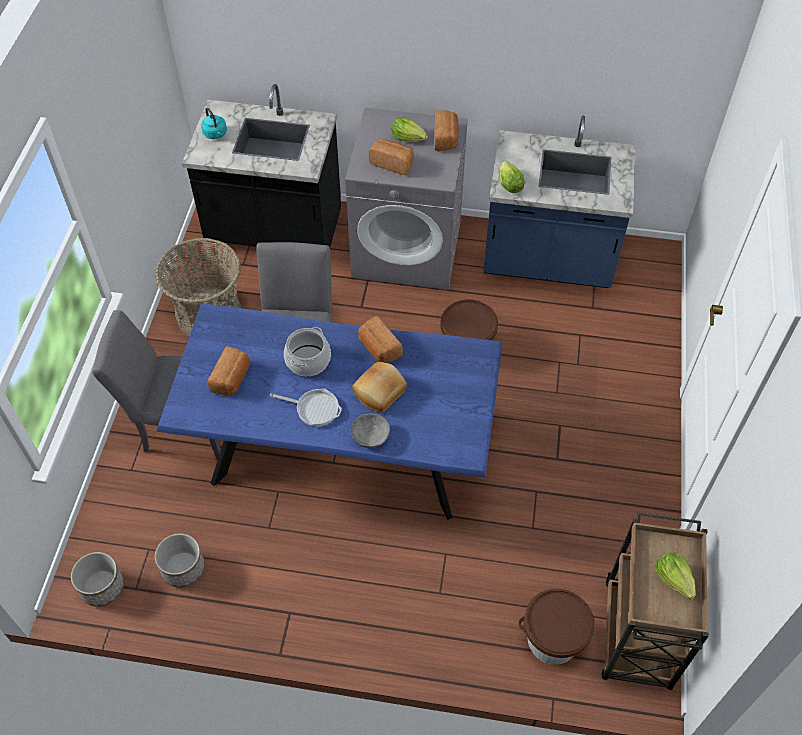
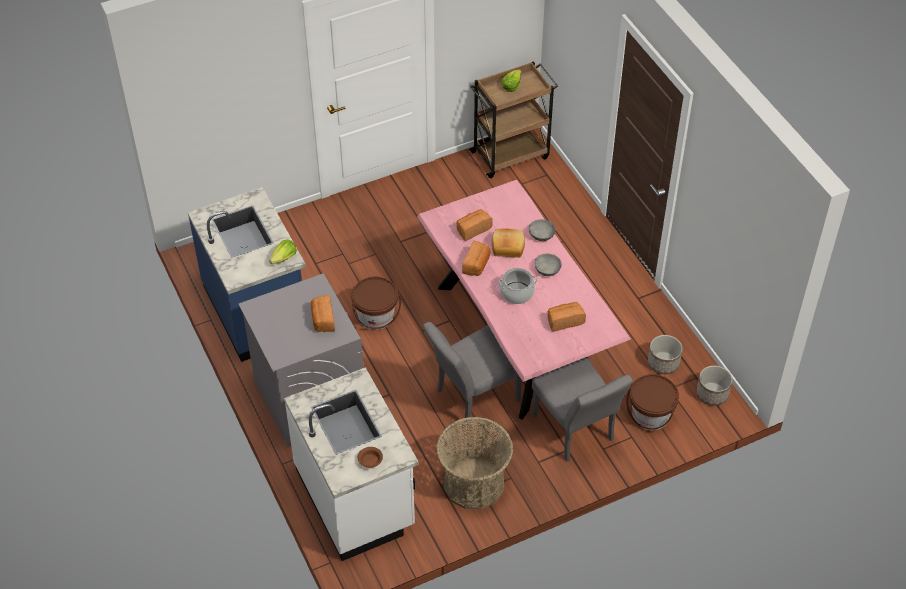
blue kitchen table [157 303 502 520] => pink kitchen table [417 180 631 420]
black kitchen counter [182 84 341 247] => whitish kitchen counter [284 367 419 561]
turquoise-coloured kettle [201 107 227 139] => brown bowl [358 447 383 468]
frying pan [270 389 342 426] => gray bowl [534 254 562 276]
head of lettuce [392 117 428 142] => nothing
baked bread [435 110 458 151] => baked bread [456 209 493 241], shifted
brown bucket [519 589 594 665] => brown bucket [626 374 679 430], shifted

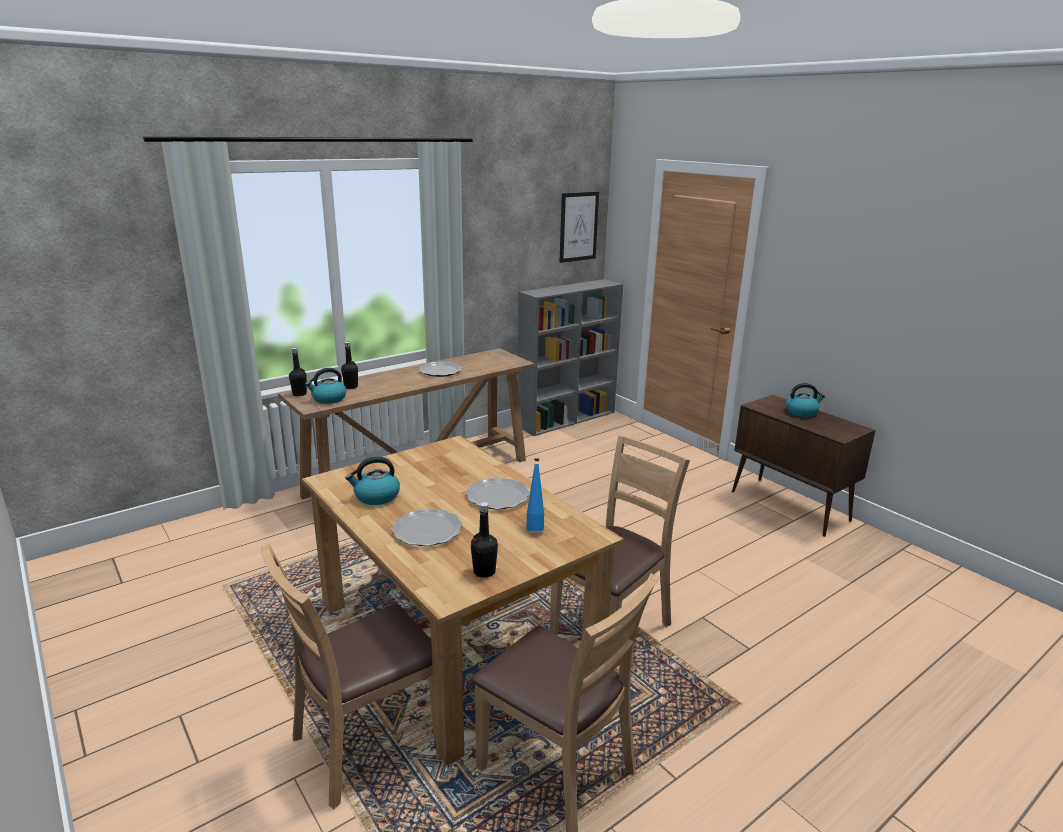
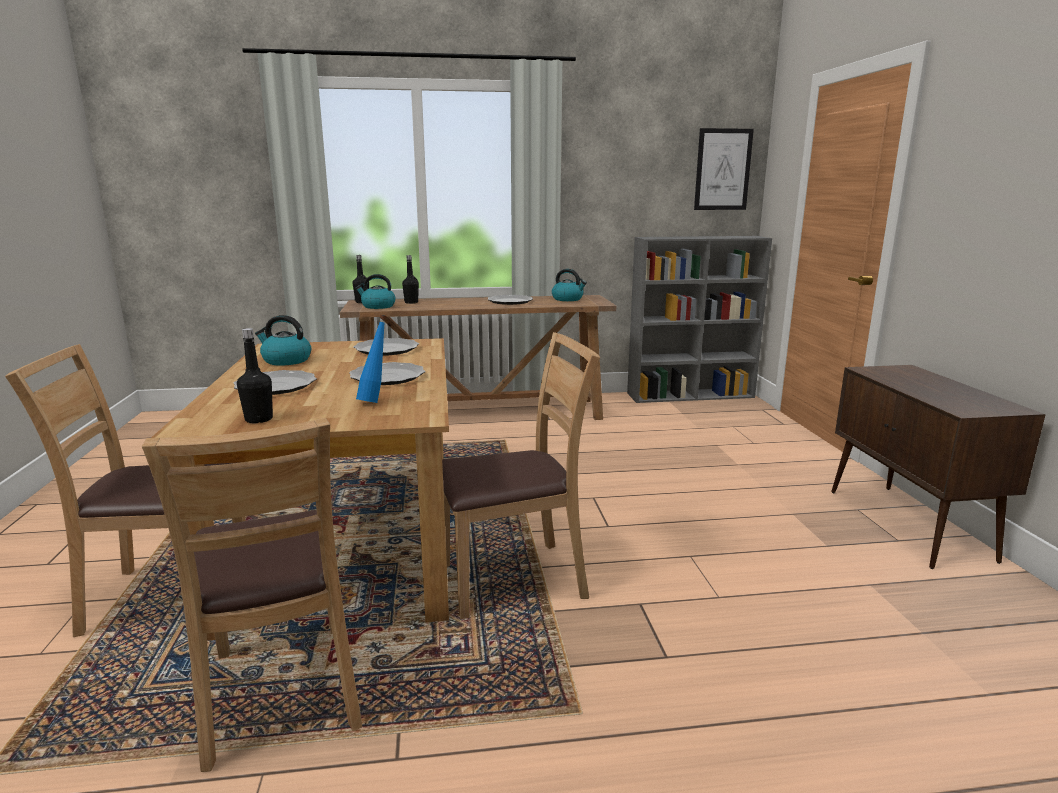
kettle [785 383 825 417] => kettle [552 269 587 301], shifted
nothing => plate [353 338 419 356]

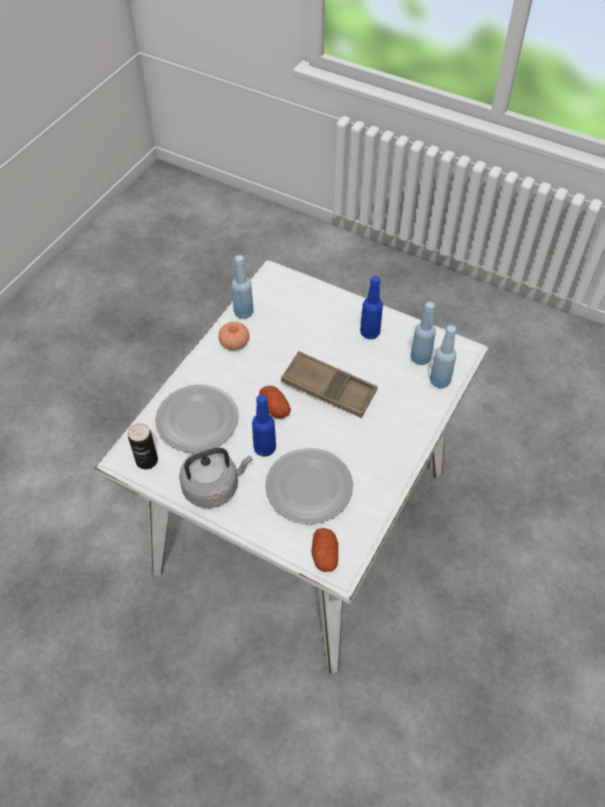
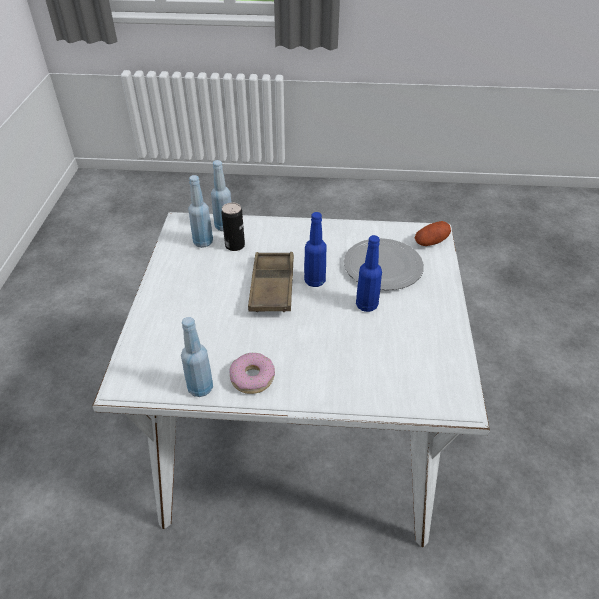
sealed can [128 423 158 469] => sealed can [221 202 245 251], shifted
plate [155 384 239 452] => nothing
gray kettle [179 448 253 508] => nothing
fresh tomato [218 322 249 350] => doughnut [229 352 275 394]
whole potato [259 386 291 419] => nothing
blue bottle [360 276 383 339] => blue bottle [304 212 327 287], shifted

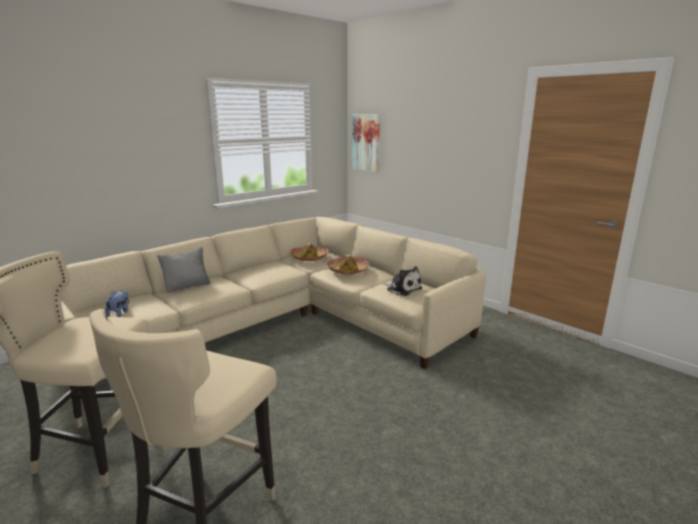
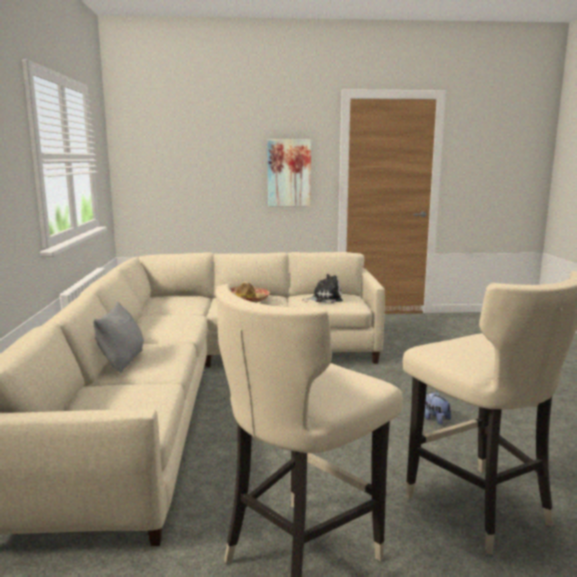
plush toy [105 290 129 317] => plush toy [424 391 451 425], shifted
clothing hat [290 243 329 261] => nothing
wall picture [352 114 380 172] => wall picture [267 139 311 206], shifted

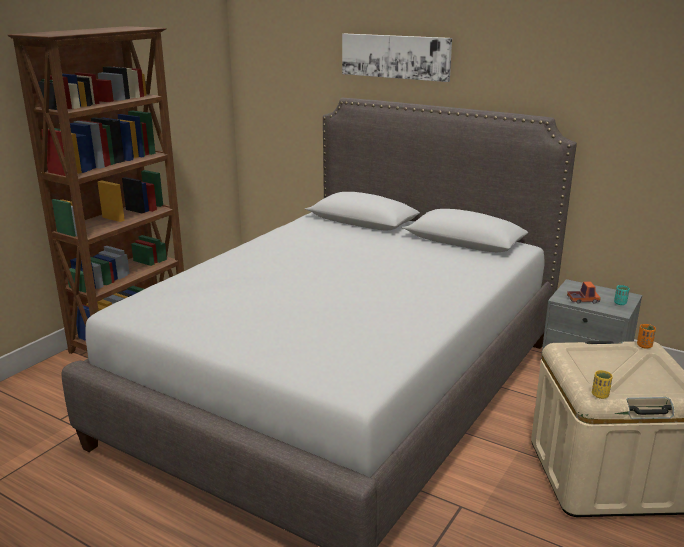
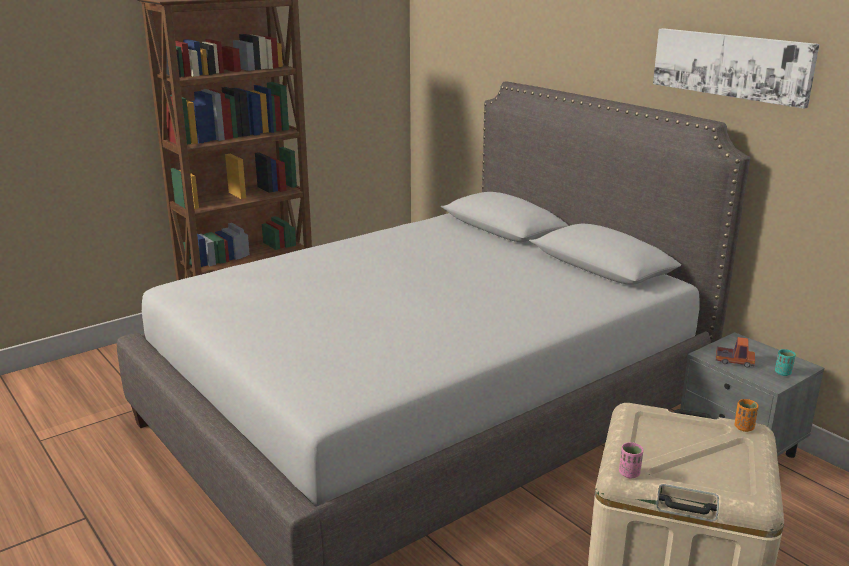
wall picture [342 34 452 82] => wall picture [653 28 819 109], shifted
yellow-coloured drinking cup [592 370 613 399] => pink drinking cup [619 442 643 478]

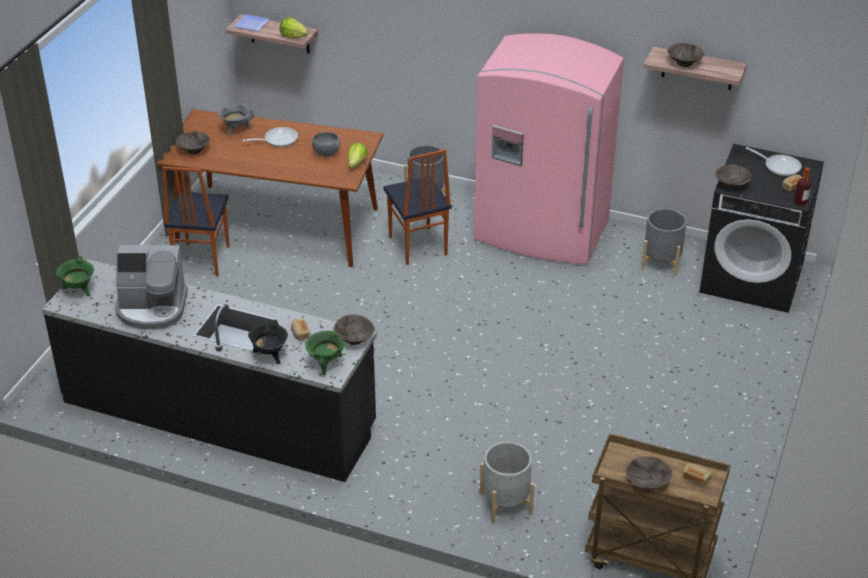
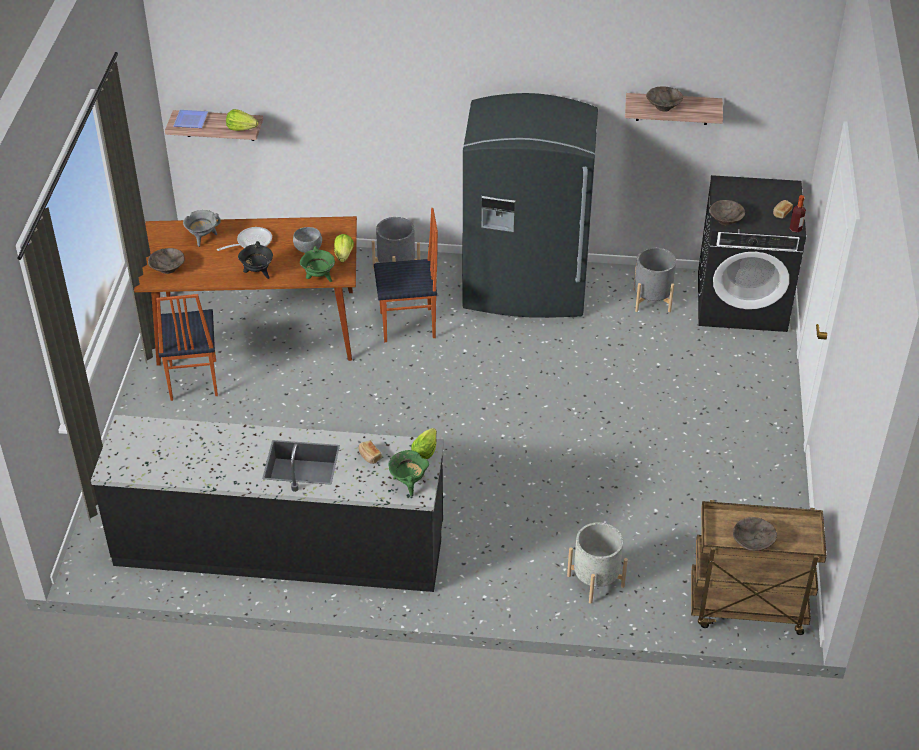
green-coloured saucepot [56 256 94 296] => green-coloured saucepot [300 246 335 282], shifted
coffee brewer [115 245 188 330] => nothing
black saucepot [248 319 288 364] => black saucepot [238 241 273 279], shifted
brown bowl [333 314 375 345] => head of lettuce [411 428 437 459]
upright chair [383 149 452 265] => upright chair [374 208 438 342], 60 degrees counterclockwise
pink refrigerator [474 33 624 265] => gray refrigerator [462 93 598 318]
baked bread [683 463 712 486] => nothing
frying pan [746 147 801 176] => nothing

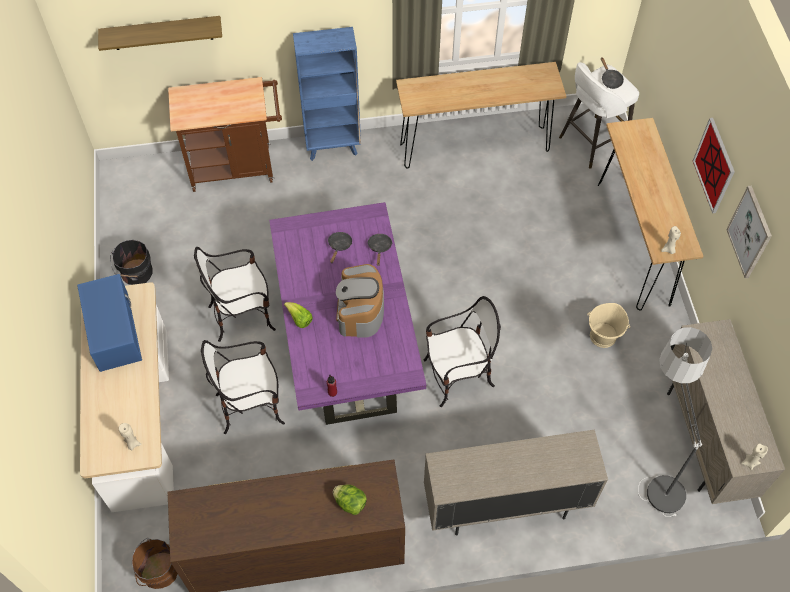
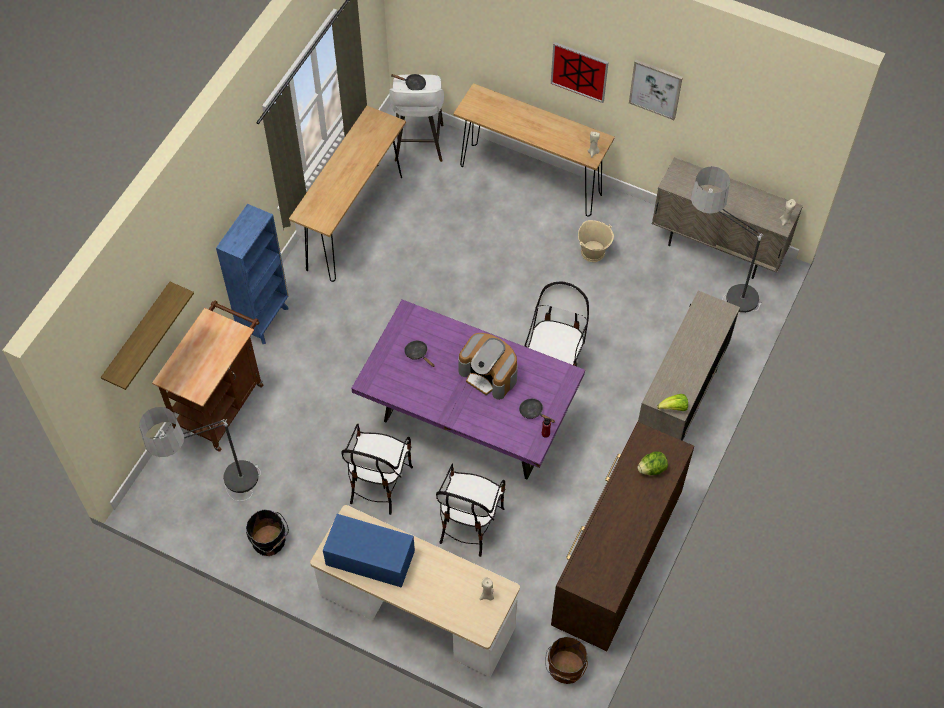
head of lettuce [284 302 313 328] => head of lettuce [657 394 688 411], shifted
black frying pan [368 234 392 266] => black frying pan [519 399 555 423], shifted
nothing => floor lamp [139 407 261 501]

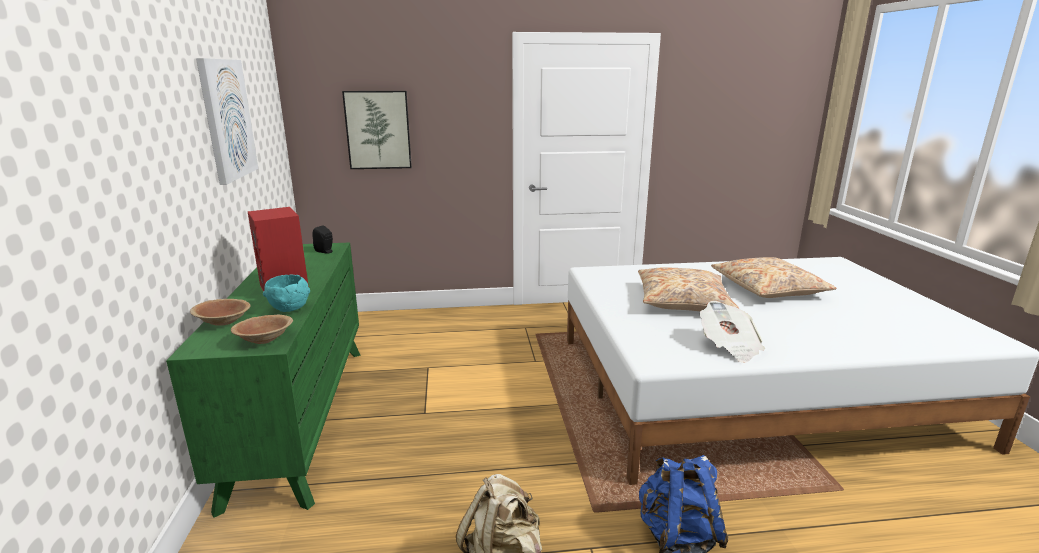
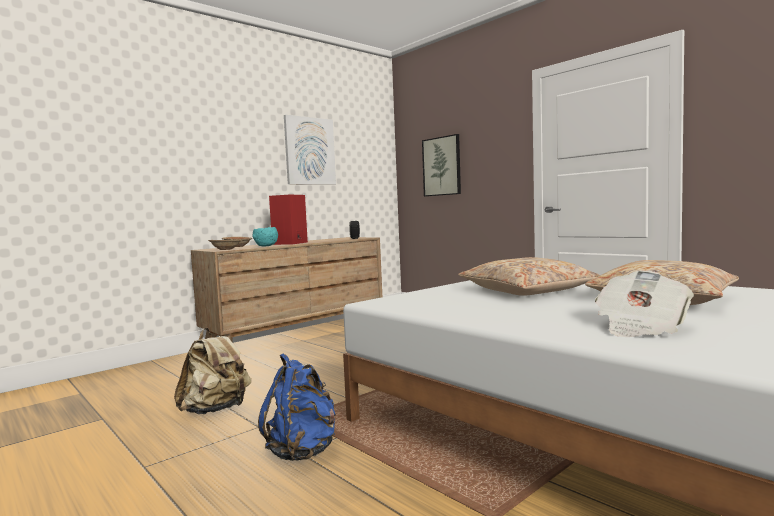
green-coloured chest of drawers [166 243 361 518] => brown chest of drawers [191 237 382 342]
newspaper [699 301 765 363] => newspaper [595 270 694 337], shifted

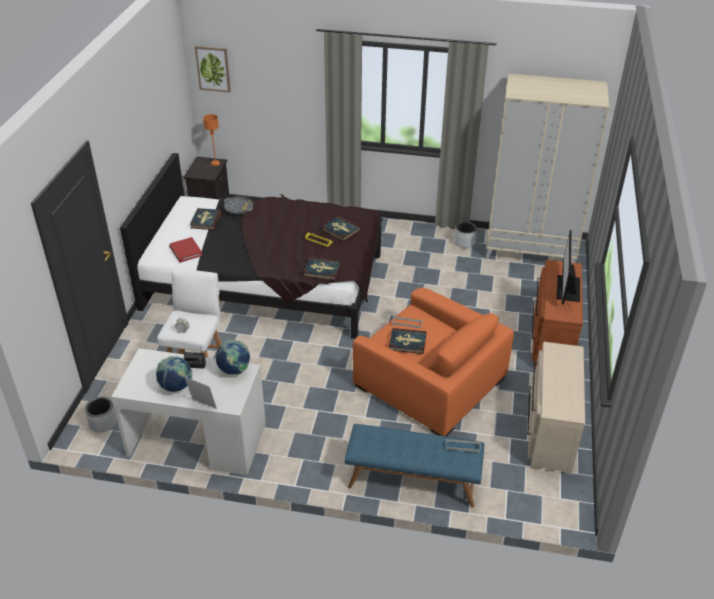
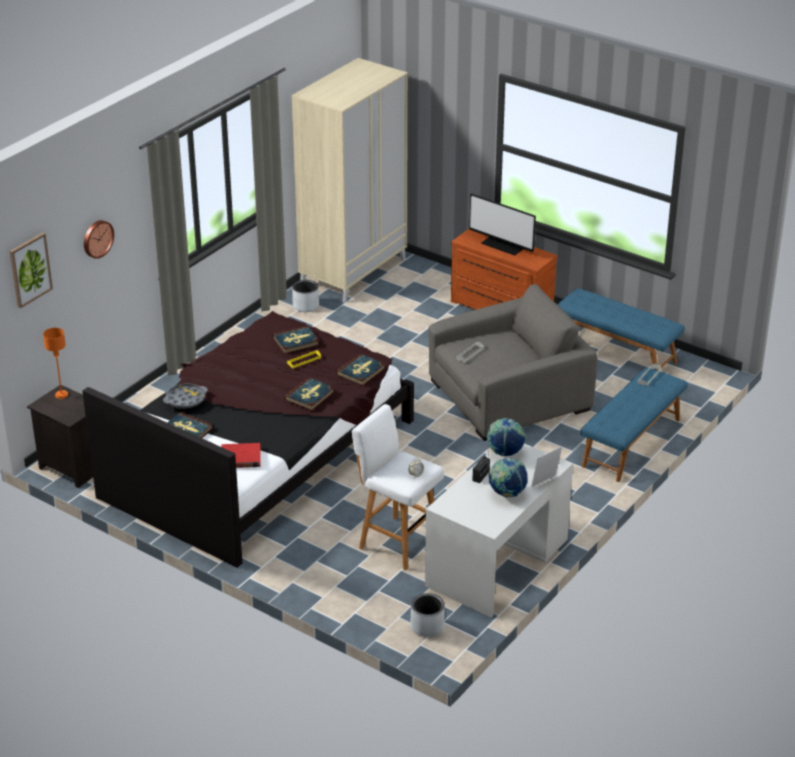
orangey easy chair [353 287 514 437] => gray easy chair [428 284 597 441]
bound book [389 328 427 354] => bound book [285 377 335 411], shifted
beige-coloured chest of drawers [527 342 585 475] => blue bench [557 288 685 370]
nothing => clock on the wall [84 220 114 259]

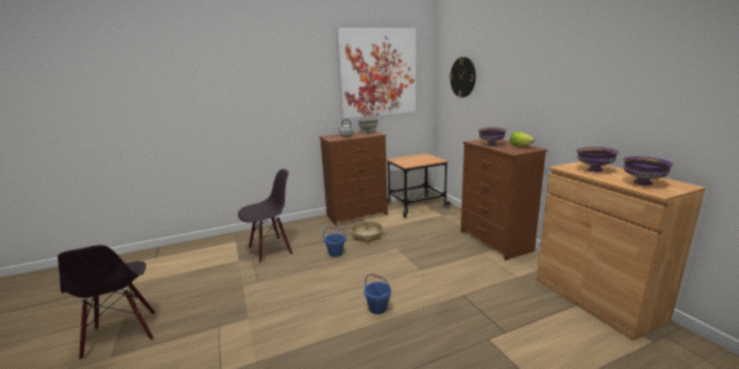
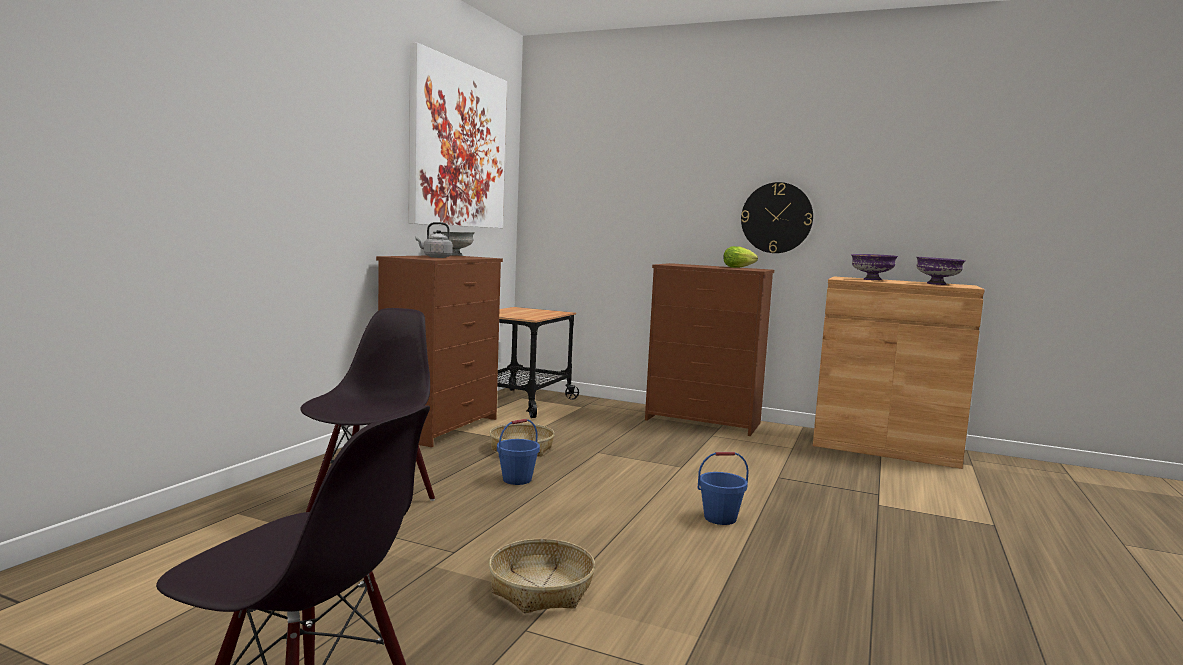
clock on the wall [449 57 476 98] => clock on the wall [741 182 813 253], shifted
purple bowl [478 127 507 146] => nothing
nothing => basket [489 539 595 613]

